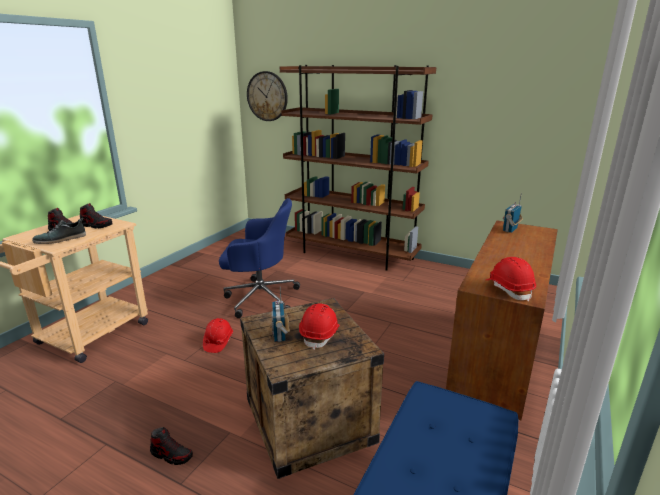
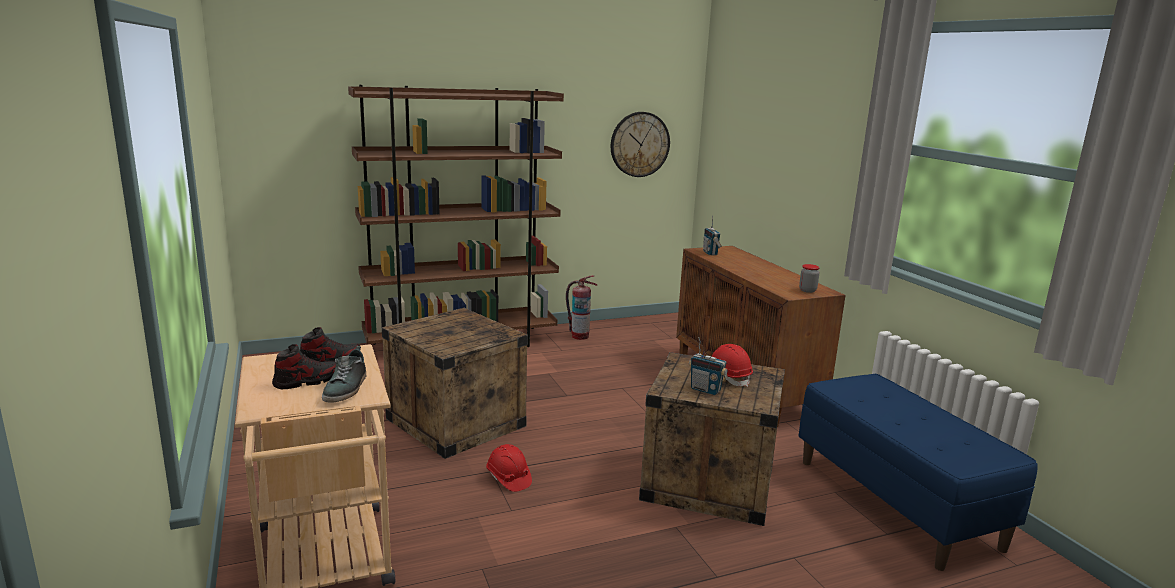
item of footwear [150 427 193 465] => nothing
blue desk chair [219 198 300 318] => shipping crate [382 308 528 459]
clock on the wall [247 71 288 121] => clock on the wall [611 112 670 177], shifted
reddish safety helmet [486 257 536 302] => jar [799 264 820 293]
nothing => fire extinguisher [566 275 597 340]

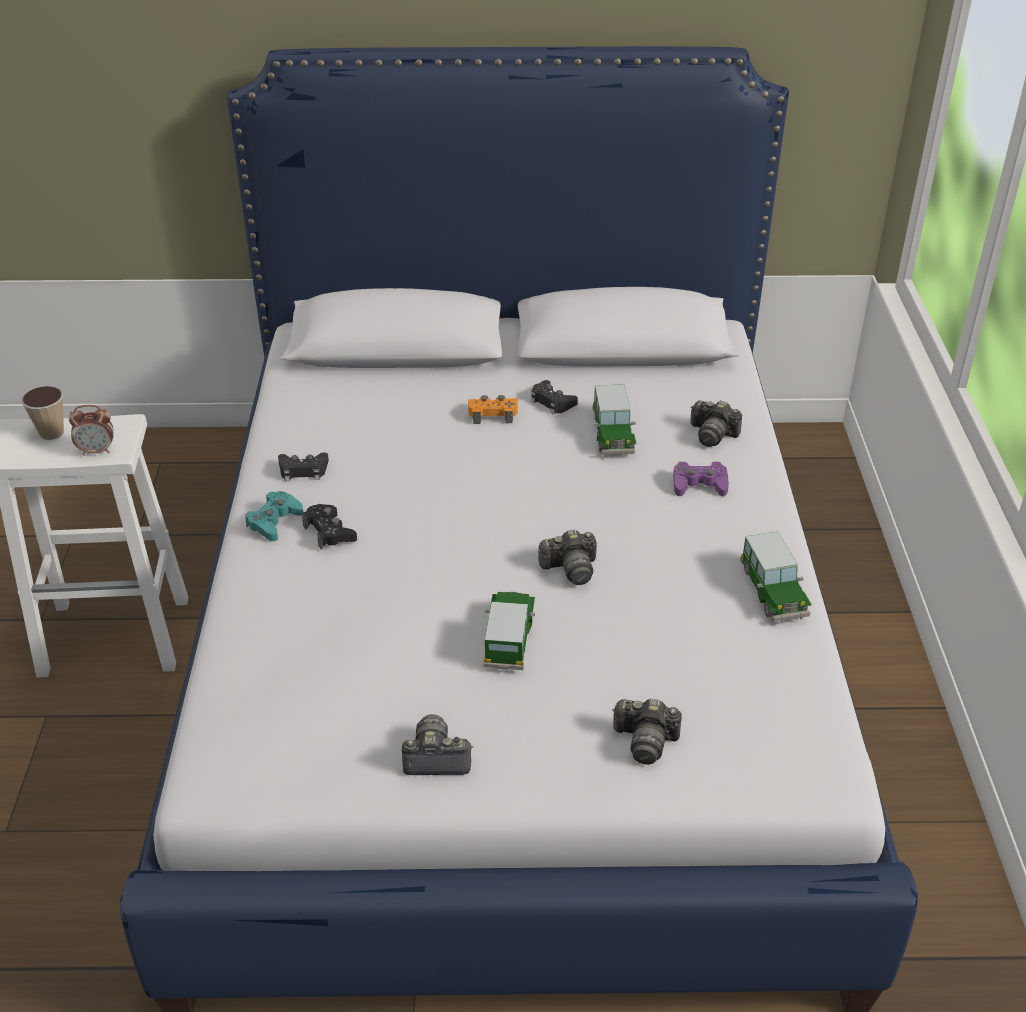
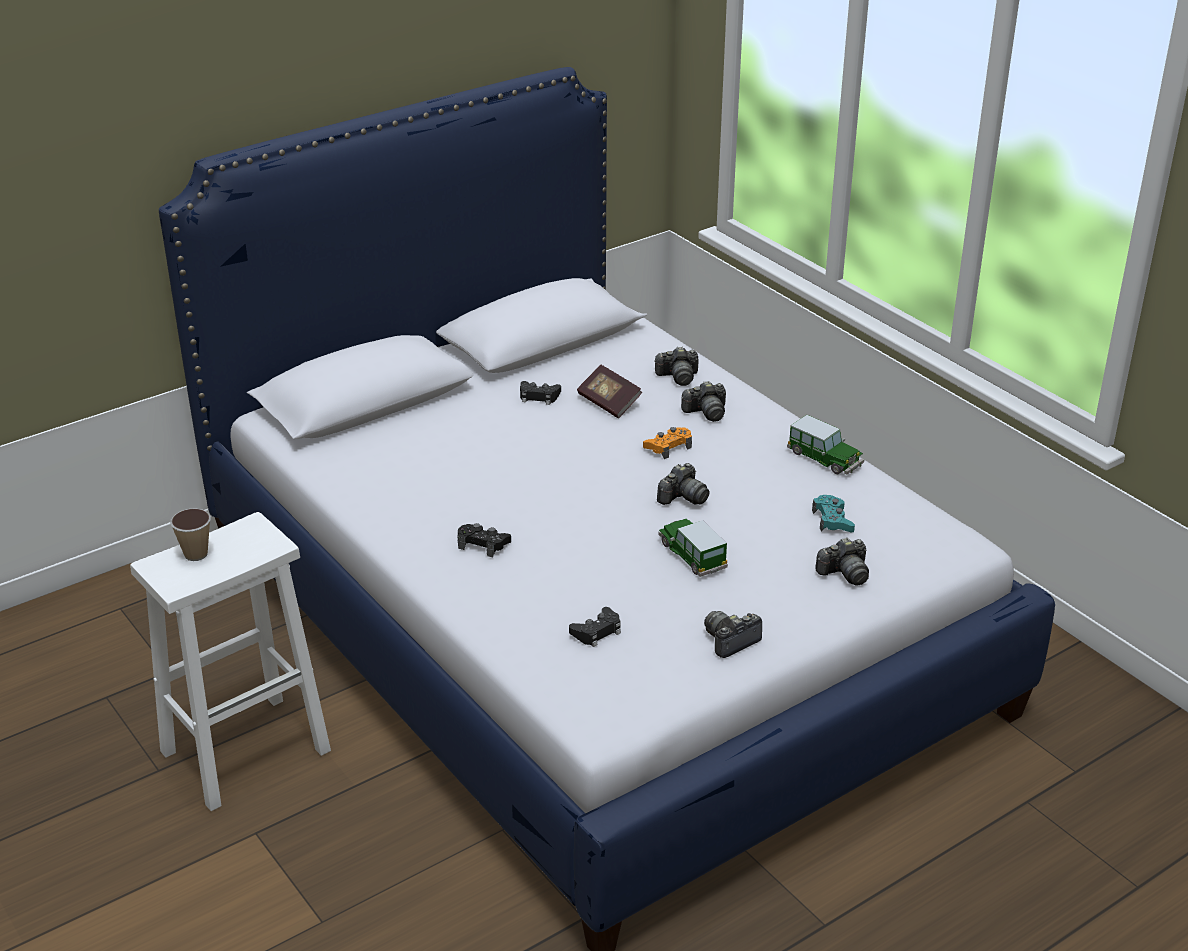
bedside clock [69 405 114 456] => nothing
turquoise-coloured gamepad [245 491 303 541] => turquoise-coloured gamepad [812 495 855 532], shifted
black gamepad [278 452 329 481] => black gamepad [569 607 621 647], shifted
orangey gamepad [468 395 518 424] => orangey gamepad [643 427 692 459], shifted
model car [593 384 636 456] => bound book [577 365 642 418]
purple gamepad [673 462 729 497] => still camera [681 381 726 422]

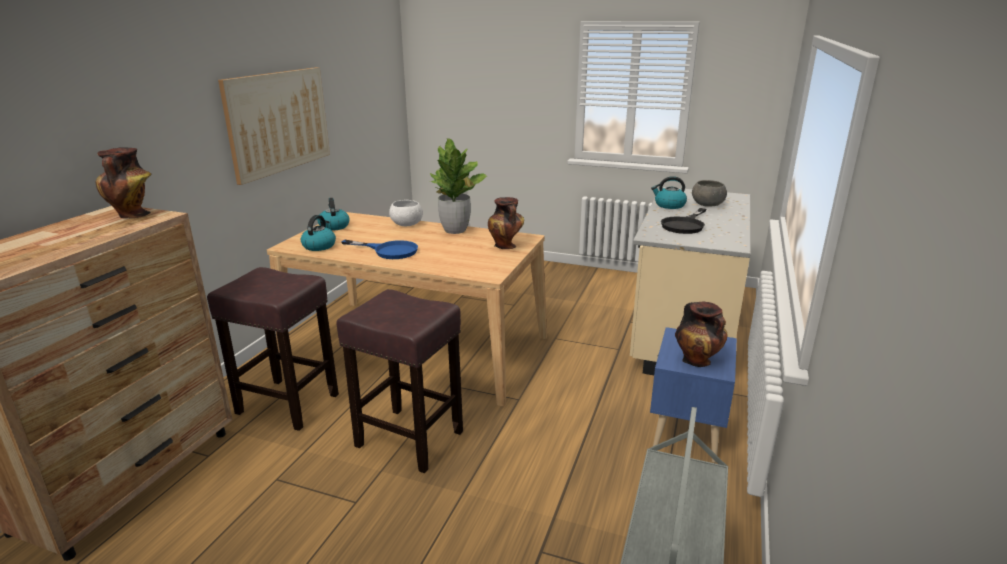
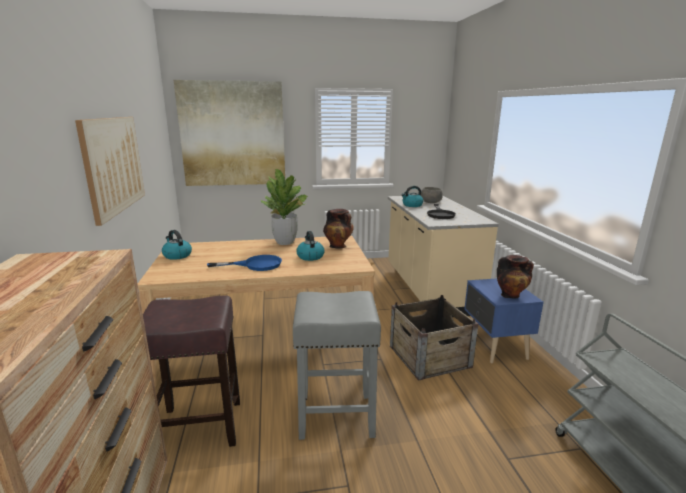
vase [95 147 151 218] => nothing
kettle [301 215 336 251] => kettle [296 231 325 261], shifted
brown sitting stool [336 289 463 473] => gray sitting stool [293 291 381 440]
whitish bowl [389 200 423 226] => nothing
nothing => wall picture [174 80 285 186]
nothing => shipping crate [390 295 478 381]

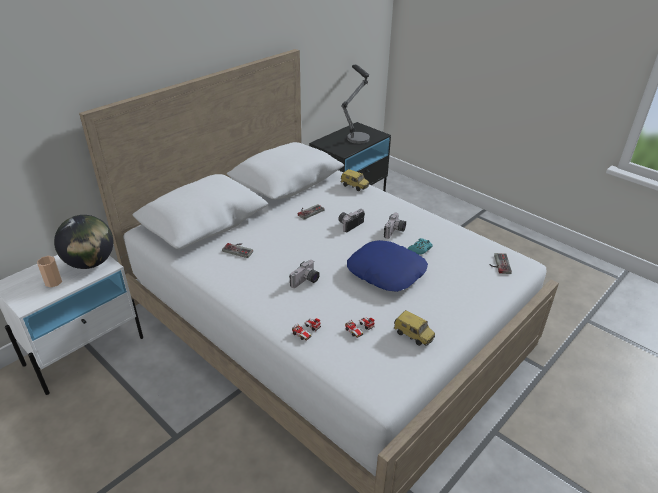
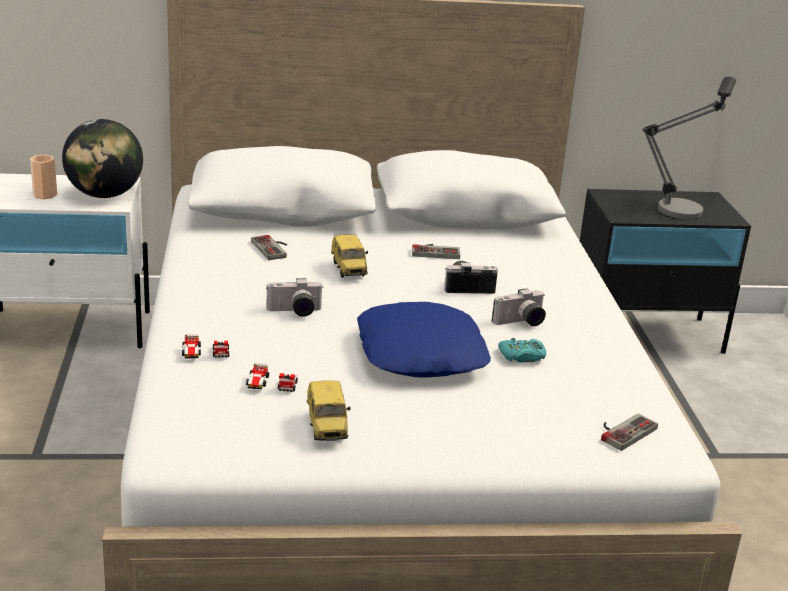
model car [341 169 369 191] => model car [331 235 368 278], shifted

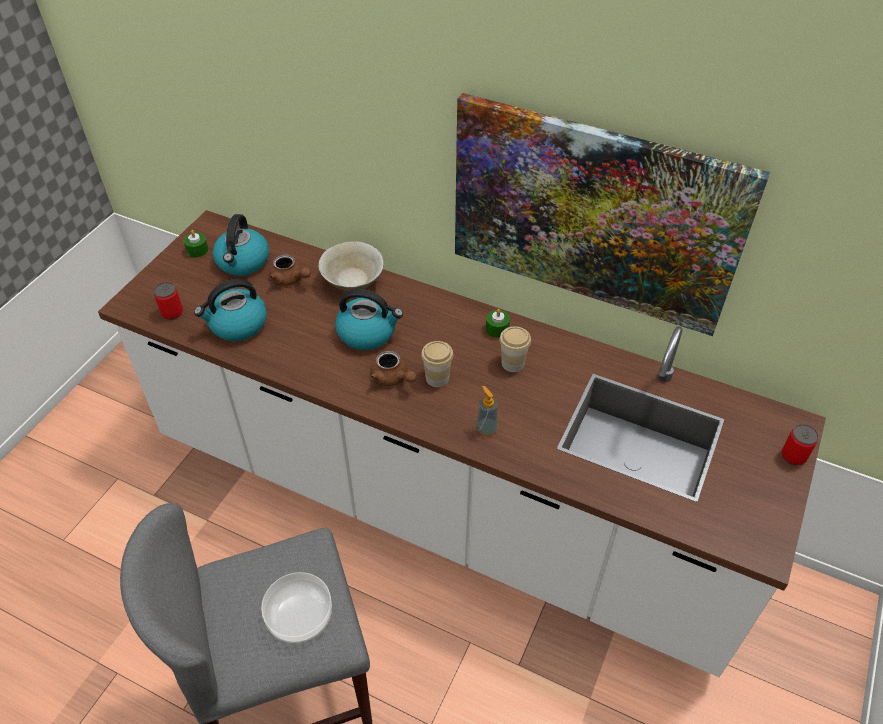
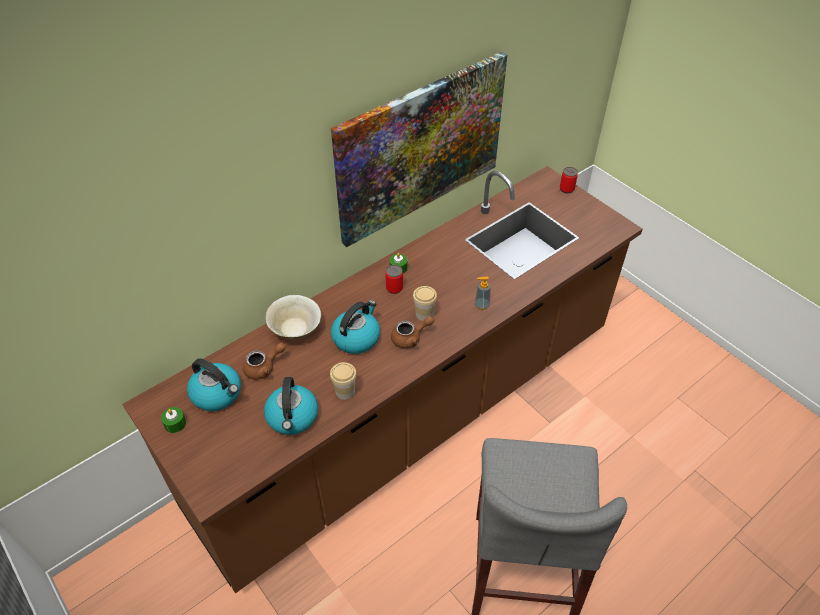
whitish kitchen counter [98 210 826 677] => brown kitchen counter [122 166 642 593]
sealed can [154 282 183 320] => sealed can [385 265 403 294], shifted
bowl [261 572 332 643] => nothing
drinking cup [499 326 531 372] => drinking cup [330 362 357 400], shifted

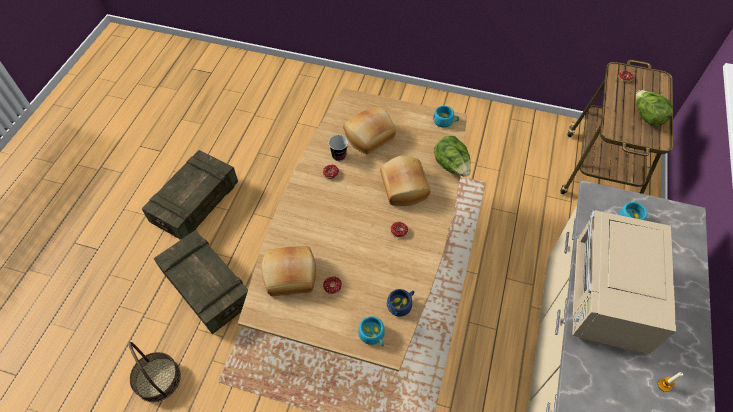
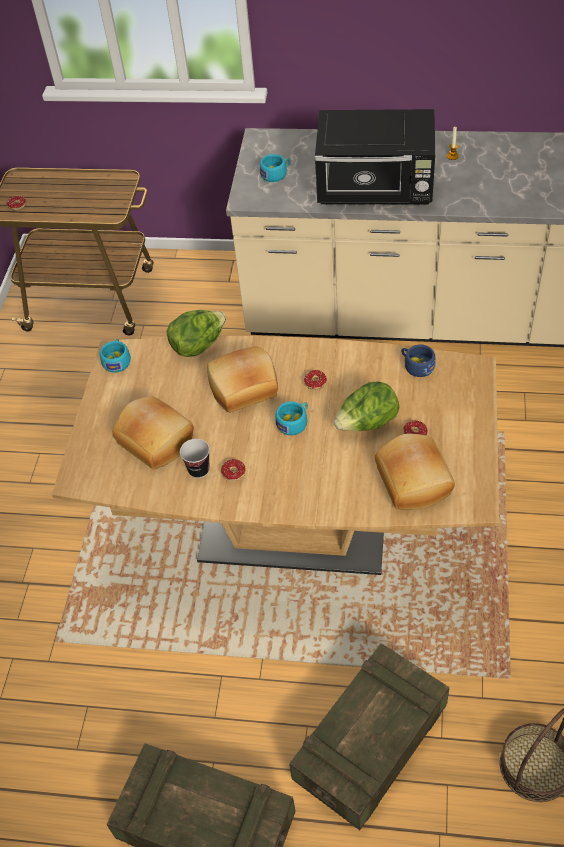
turquoise-coloured drinking cup [358 316 385 347] => turquoise-coloured drinking cup [275 401 308 435], shifted
beige-coloured microwave oven [572 210 676 354] => black microwave oven [315 109 435 204]
head of lettuce [636 90 673 126] => head of lettuce [334 381 399 431], shifted

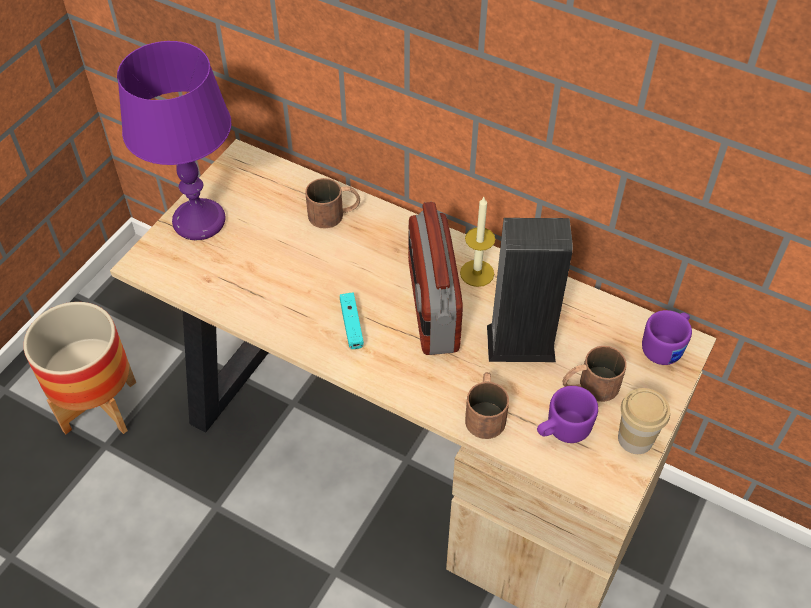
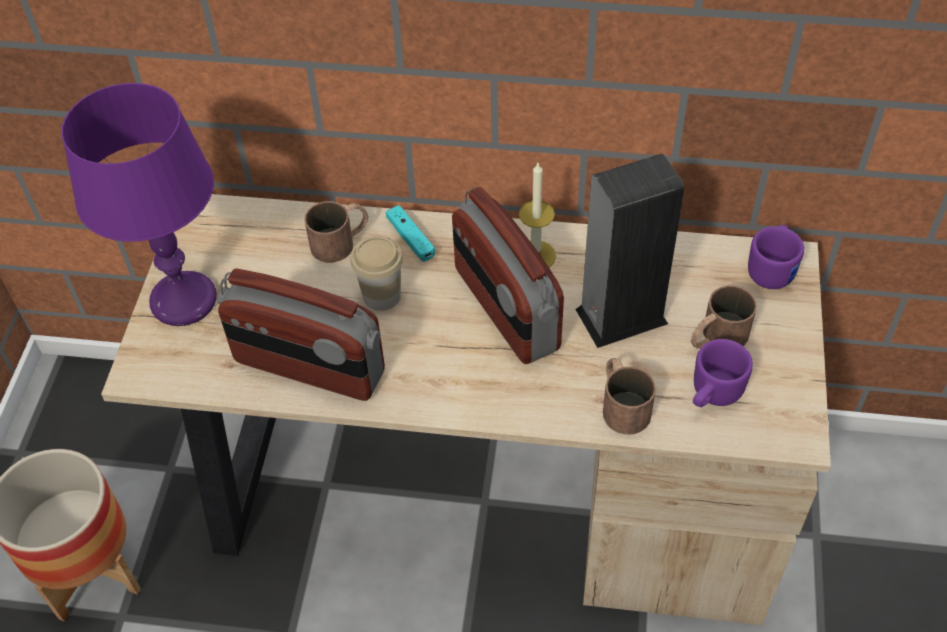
turquoise-coloured gamepad [340 293 364 349] => turquoise-coloured gamepad [386 205 435 262], shifted
drinking cup [618 388 670 454] => drinking cup [350 236 403 311], shifted
nothing => radio [218 268 385 401]

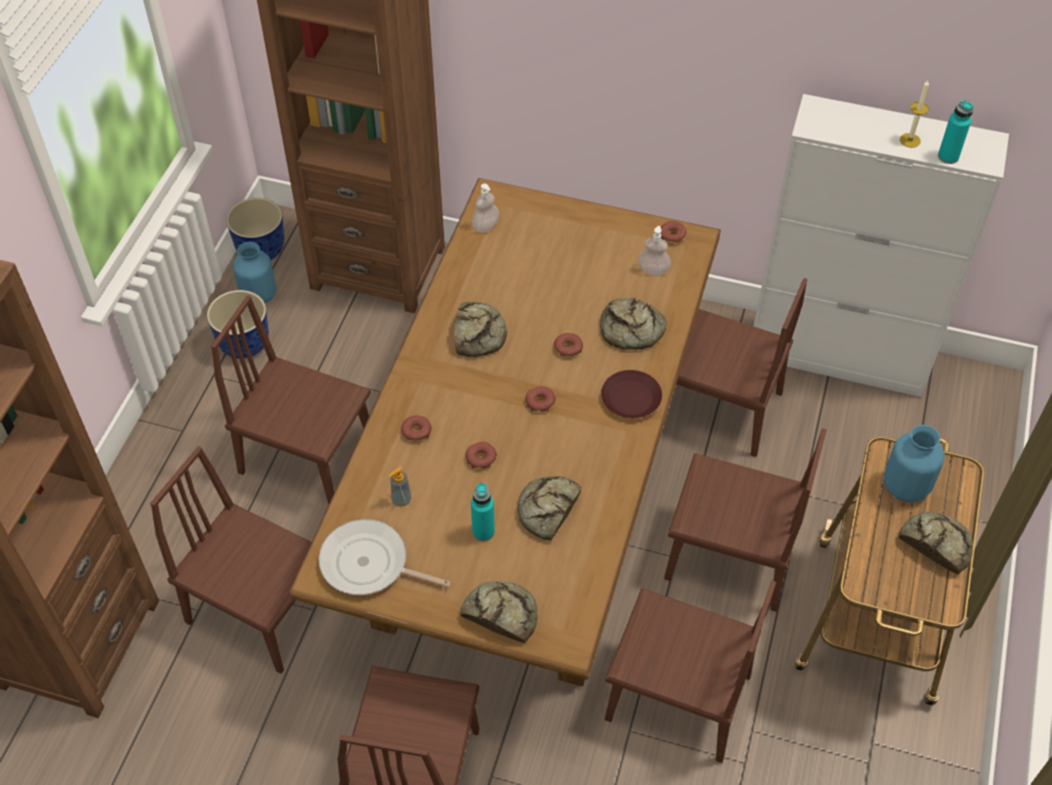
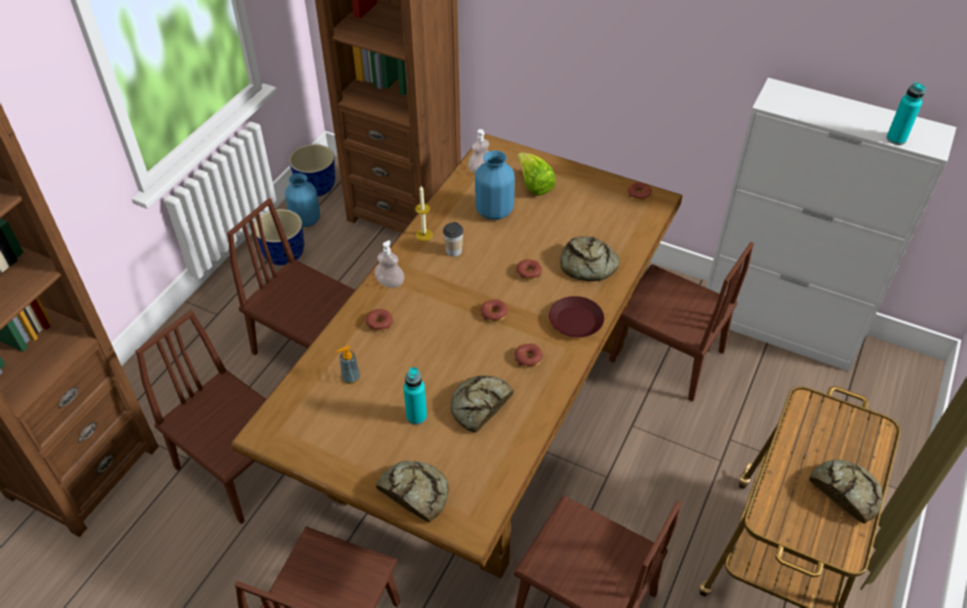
frying pan [319 519 450 595] => nothing
baked bread [454 302 507 357] => drinking cup [443 222 463 257]
doughnut [466 442 497 469] => doughnut [515 344 543 368], shifted
liquid soap bottle [638 226 671 275] => liquid soap bottle [375 240 404 288], shifted
brown upright chair [664 428 827 612] => nothing
blue vase [884 425 944 502] => blue vase [475 150 515 220], shifted
wax light [900 80 929 148] => wax light [415 186 433 241], shifted
nothing => head of lettuce [517 153 556 196]

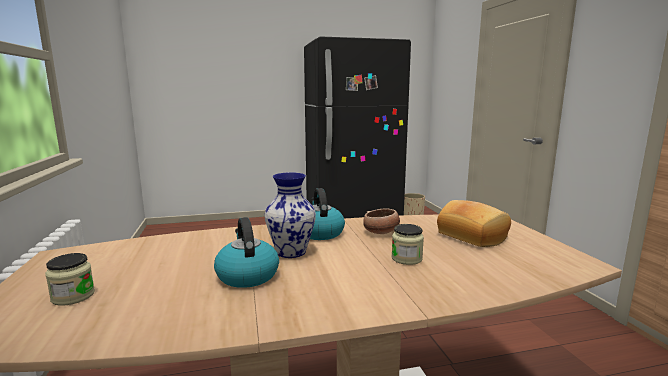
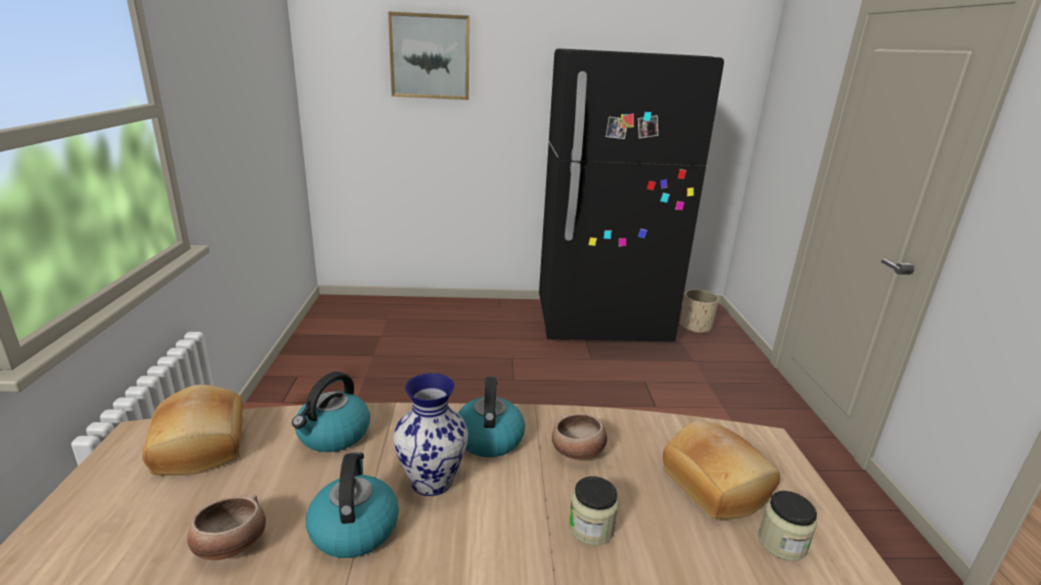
jar [45 253 95 306] => jar [758 491 817 561], shifted
nothing => baked bread [142 384 243 476]
nothing => bowl [188 495 266 560]
nothing => kettle [292 372 370 452]
nothing => wall picture [388 11 470 100]

